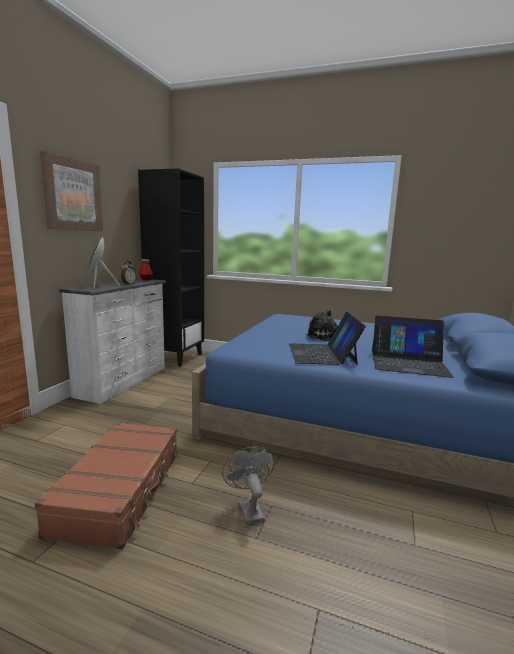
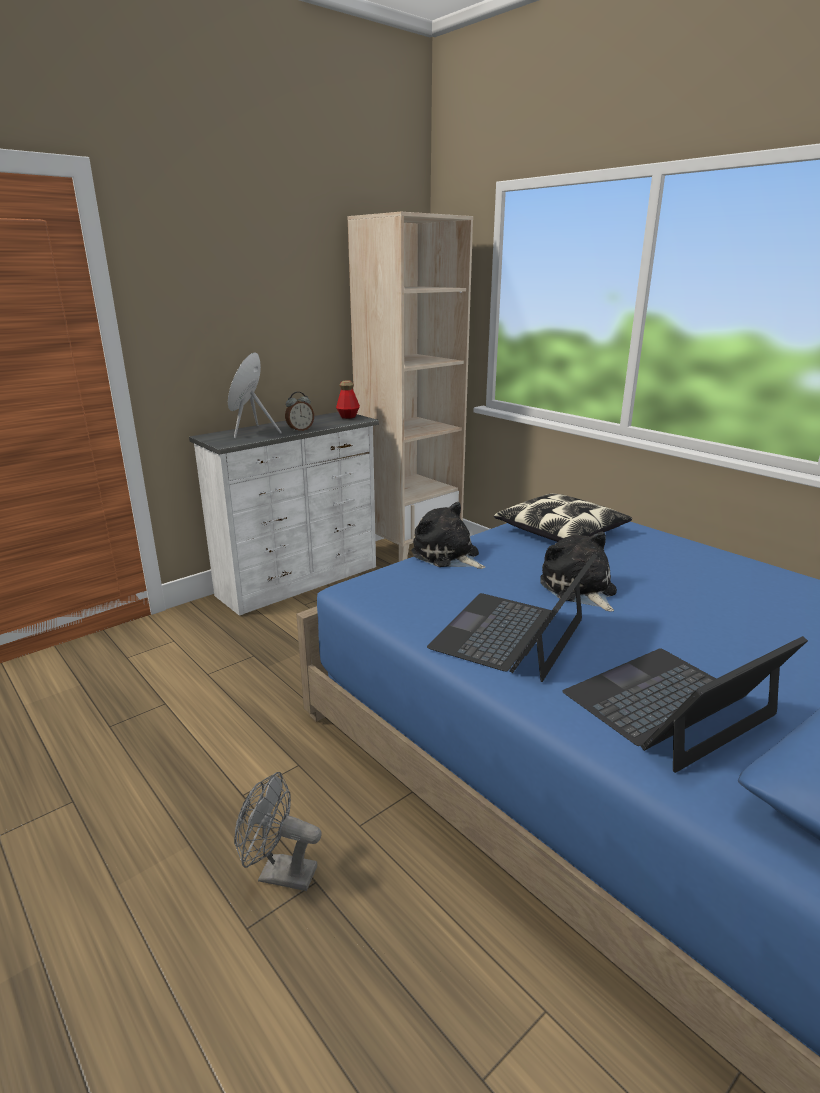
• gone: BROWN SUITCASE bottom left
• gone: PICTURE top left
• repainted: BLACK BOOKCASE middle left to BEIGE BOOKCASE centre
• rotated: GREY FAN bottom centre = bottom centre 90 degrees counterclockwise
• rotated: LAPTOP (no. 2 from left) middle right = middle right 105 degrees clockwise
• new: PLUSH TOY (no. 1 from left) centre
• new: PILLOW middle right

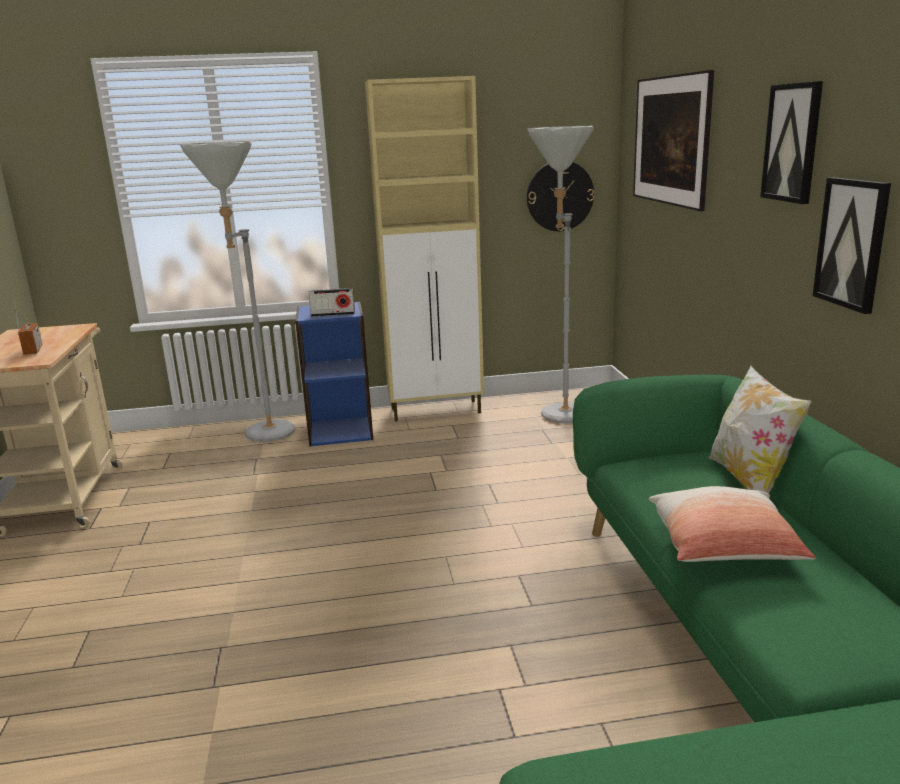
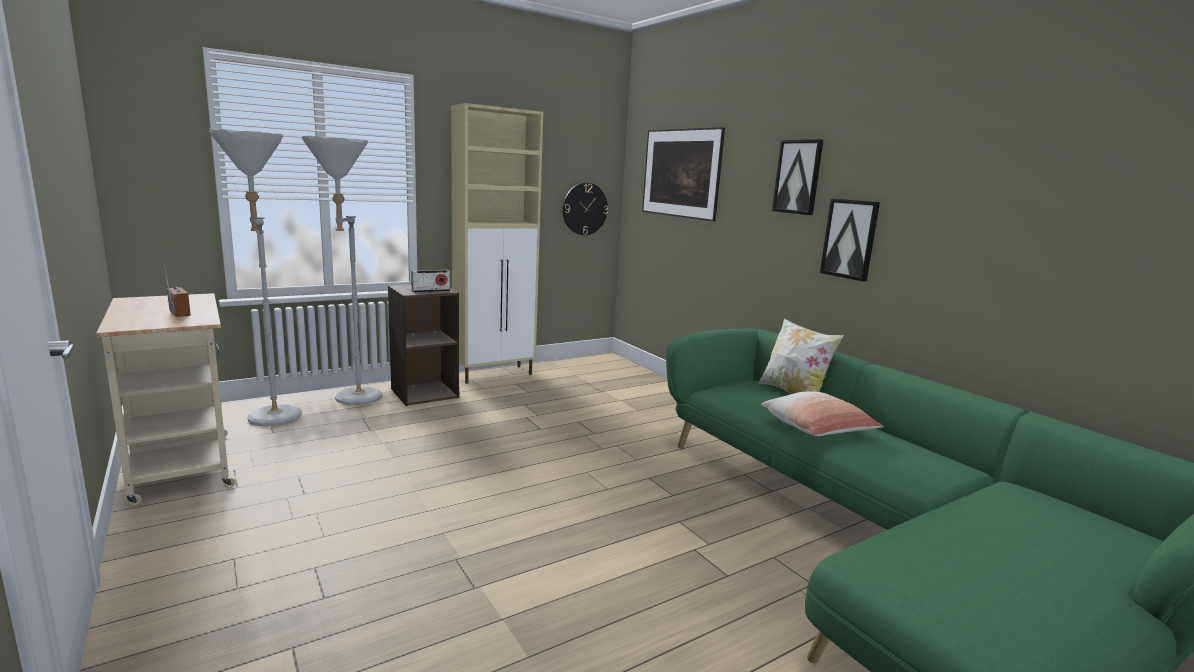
• repainted: BLUE BOOKCASE centre to BROWN BOOKCASE centre
• shifted: GREY FLOOR LAMP (no. 2 from left in the first image) centre to GREY FLOOR LAMP (no. 1 from left) middle left

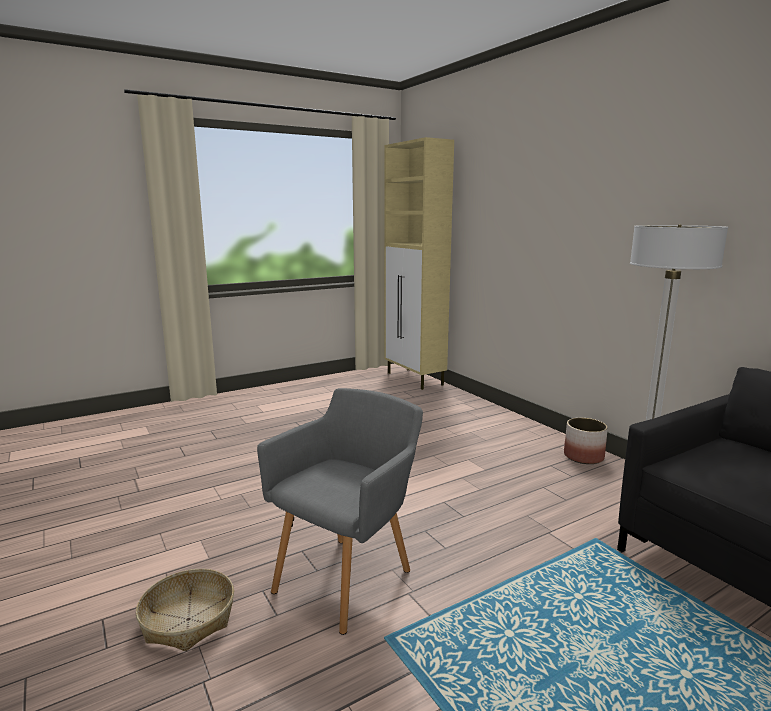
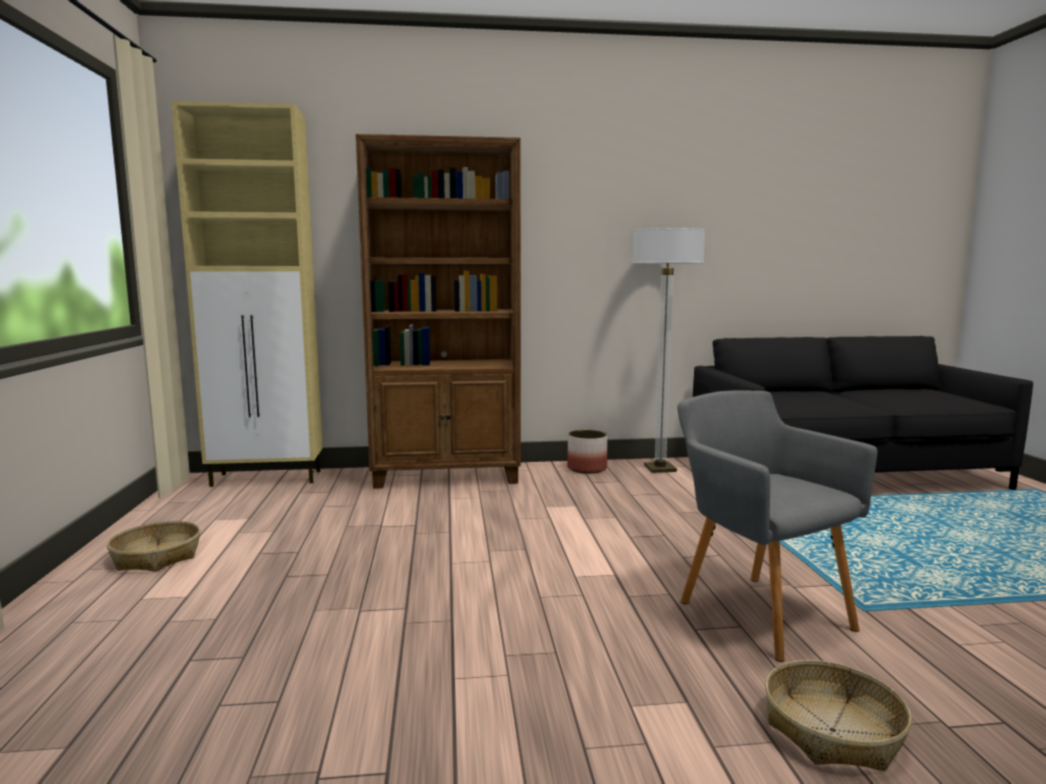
• new: BASKET (no. 1 from left) bottom left
• new: BROWN BOOKCASE centre

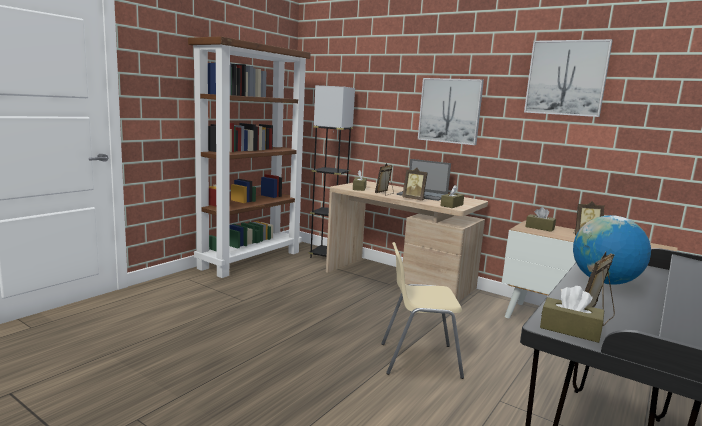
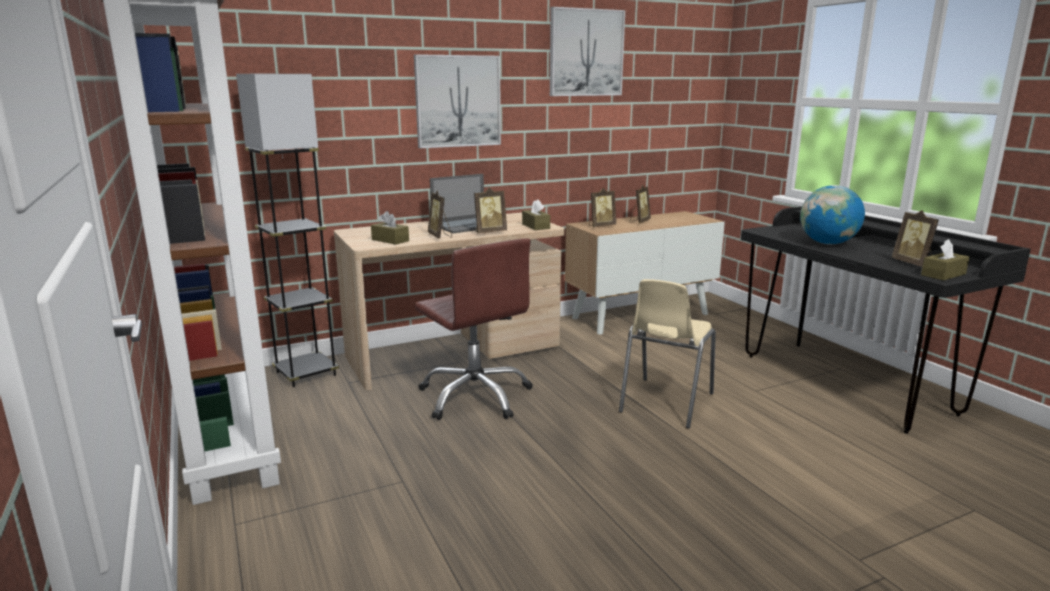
• swapped: BROWN TISSUE BOX (no. 3 from left) middle right to PICTURE FRAME (no. 3 from left) centre
• new: BROWN OFFICE CHAIR centre

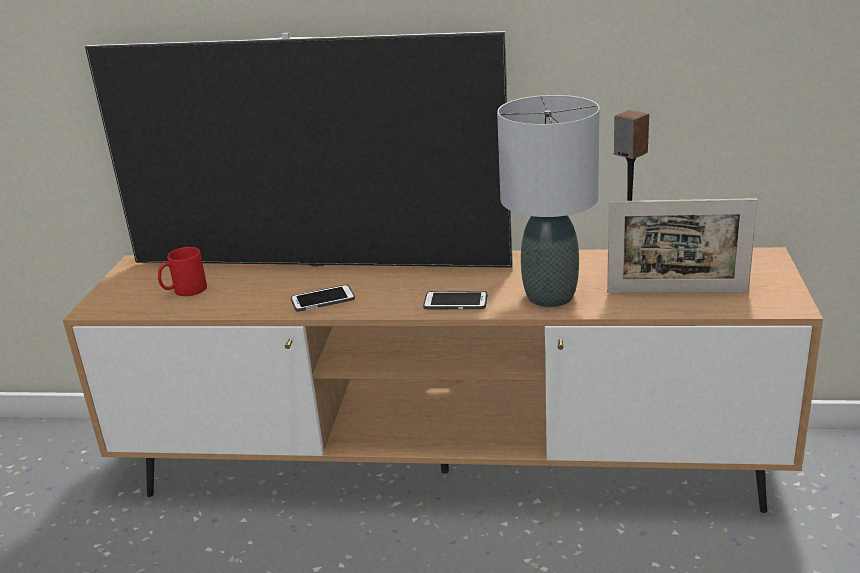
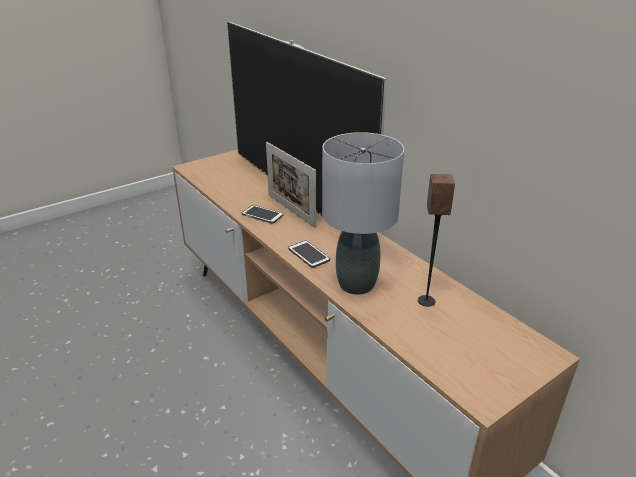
• gone: RED MUG middle left
• shifted: PICTURE FRAME middle right to centre

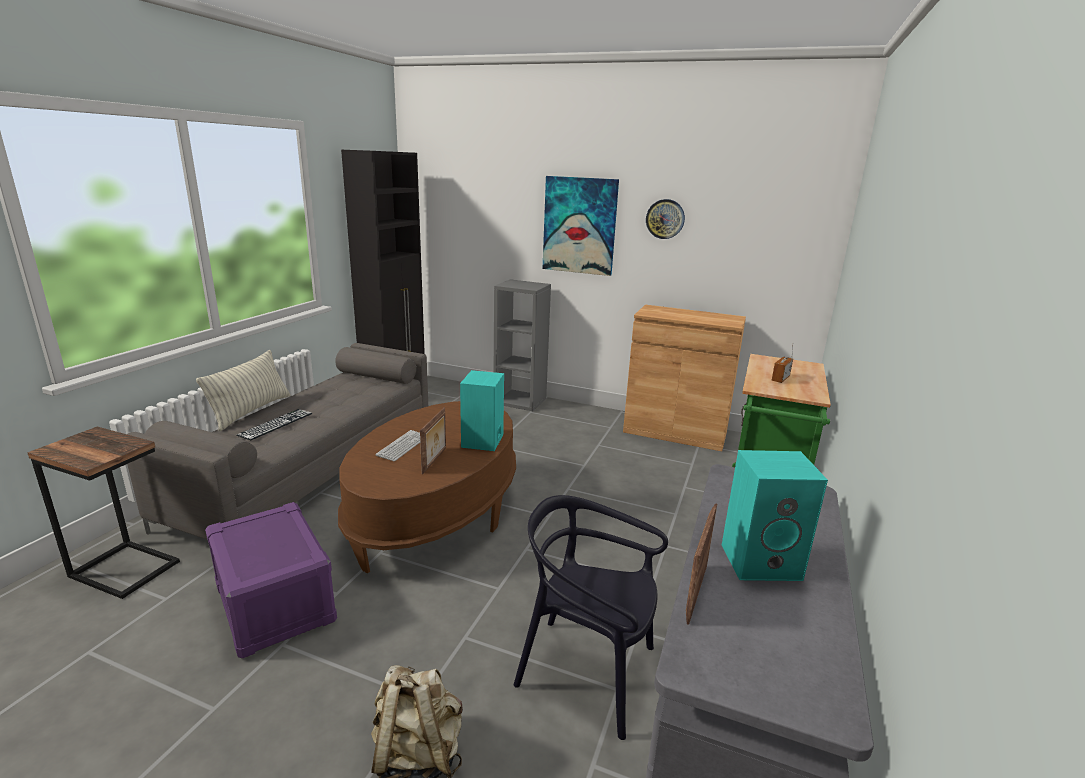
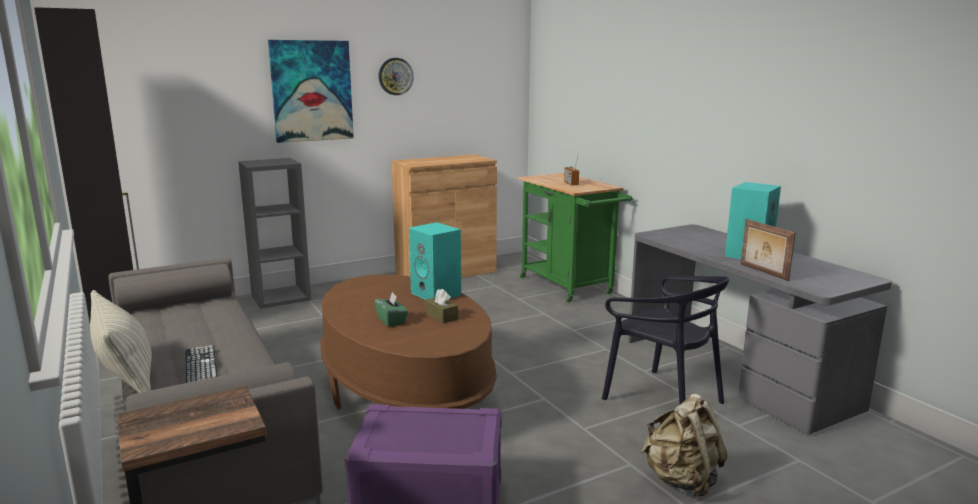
• swapped: KEYBOARD (no. 2 from left) centre to GREEN TISSUE BOX centre
• swapped: PICTURE FRAME (no. 1 from left) centre to BROWN TISSUE BOX centre
• rotated: BLACK CHAIR bottom centre = bottom right 105 degrees counterclockwise

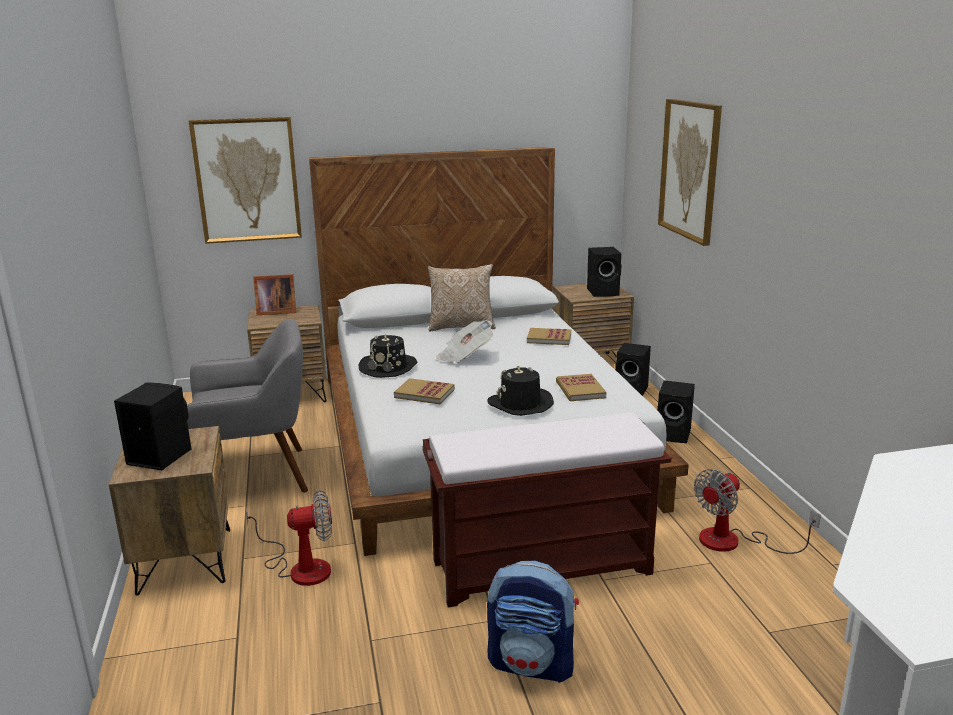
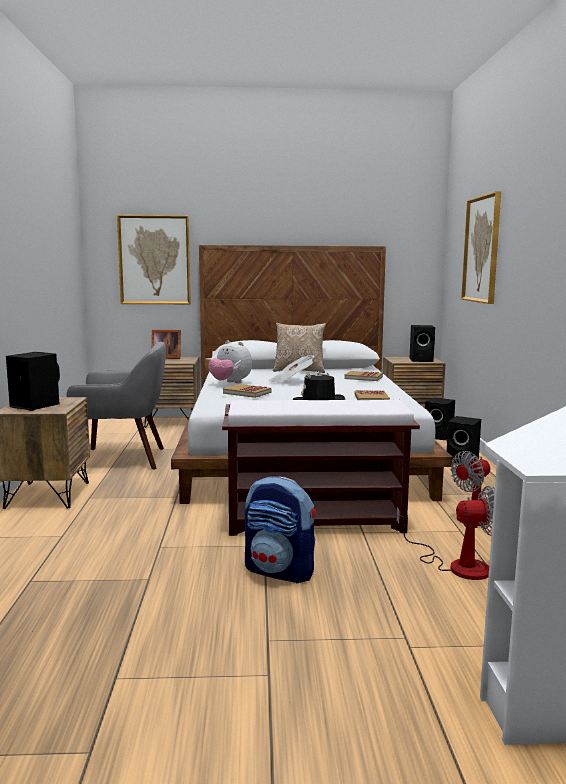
• shifted: FAN (no. 1 from left) bottom left to bottom right
• swapped: BLACK HAT (no. 1 from left) centre to PLUSH TOY centre

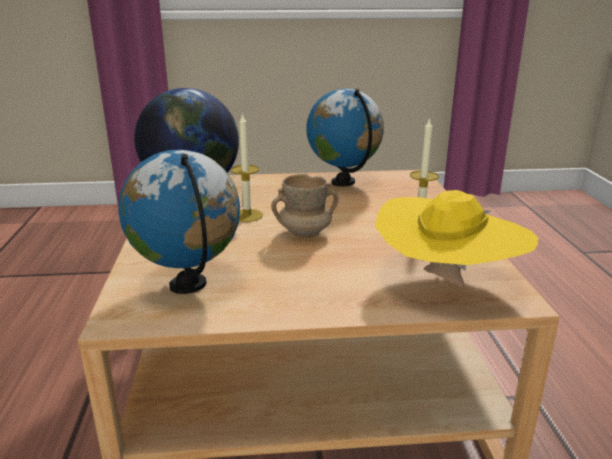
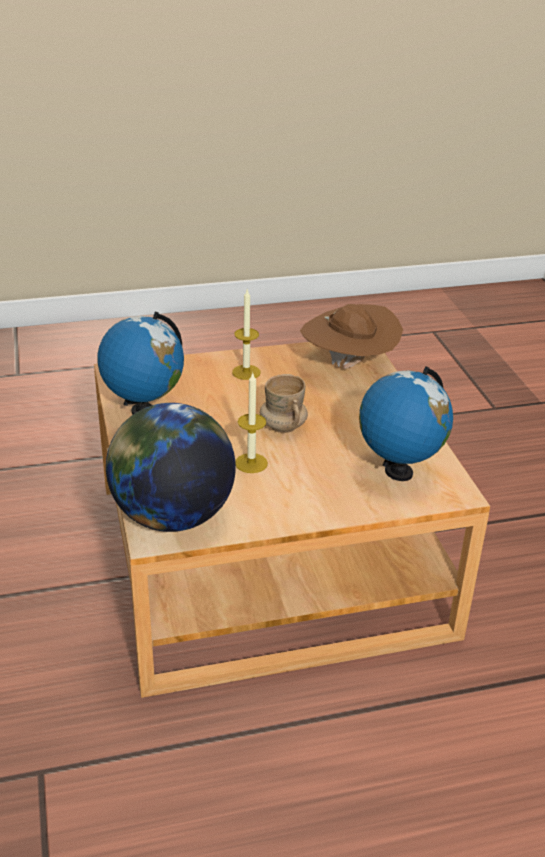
• repainted: YELLOW HAT middle right to BROWN HAT centre

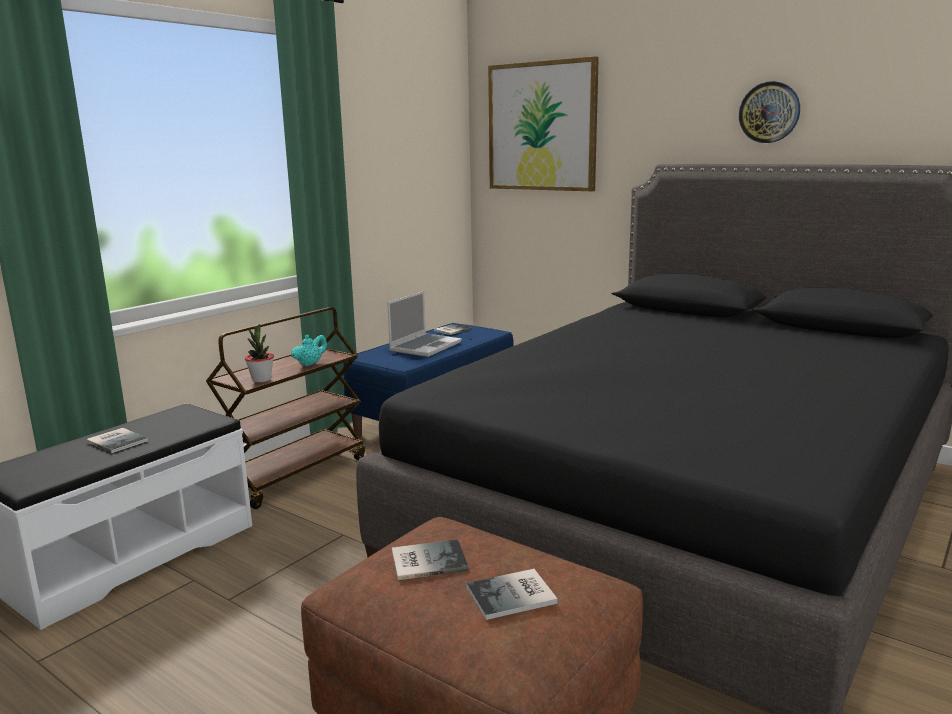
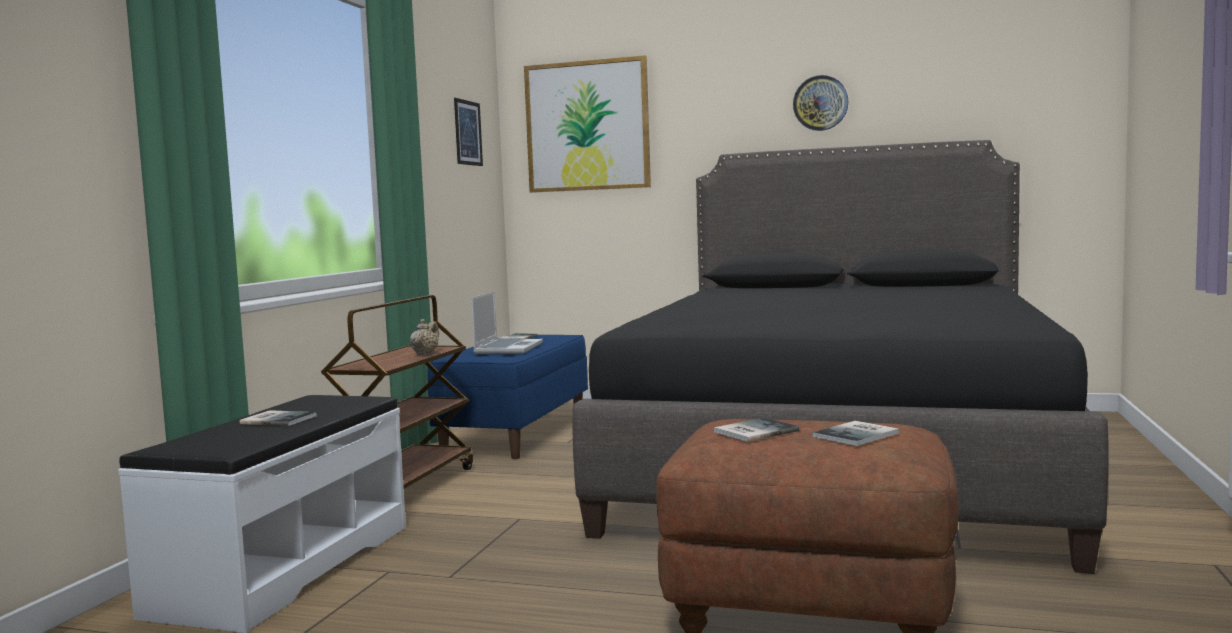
• gone: POTTED PLANT middle left
• repainted: TURQUOISE TEAPOT middle left to BEIGE TEAPOT centre
• new: PICTURE (no. 1 from left) top centre

